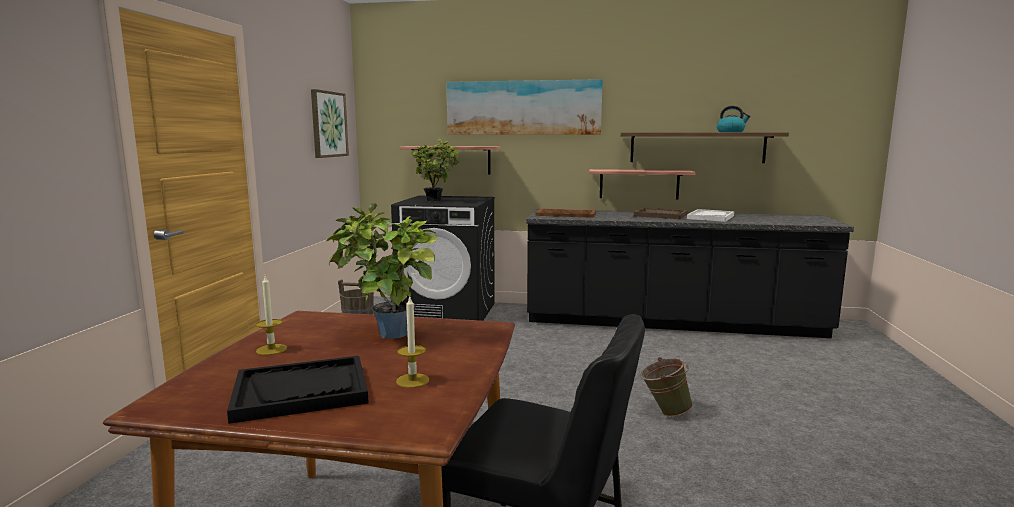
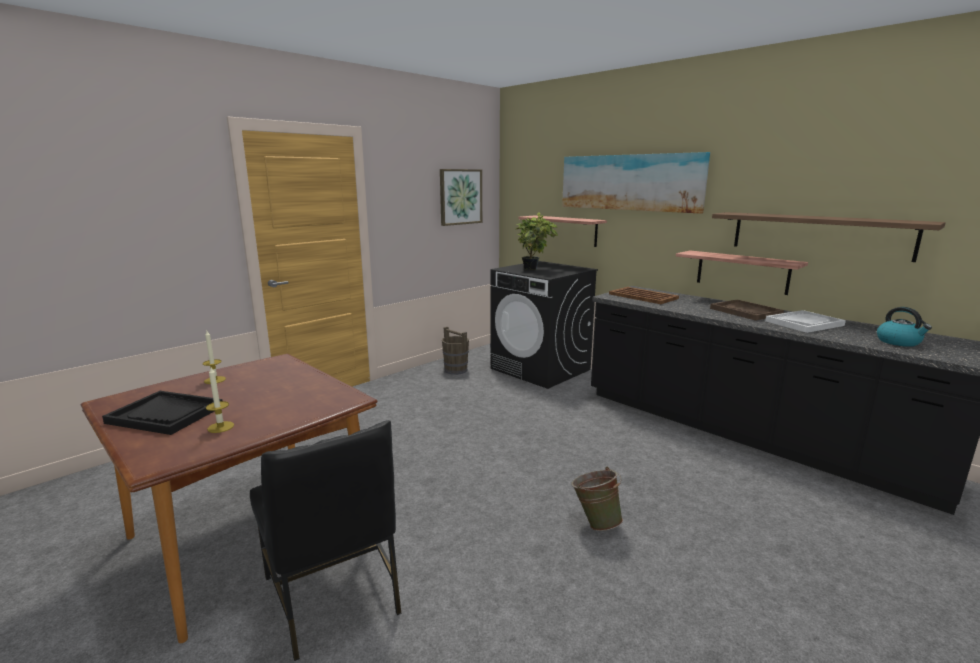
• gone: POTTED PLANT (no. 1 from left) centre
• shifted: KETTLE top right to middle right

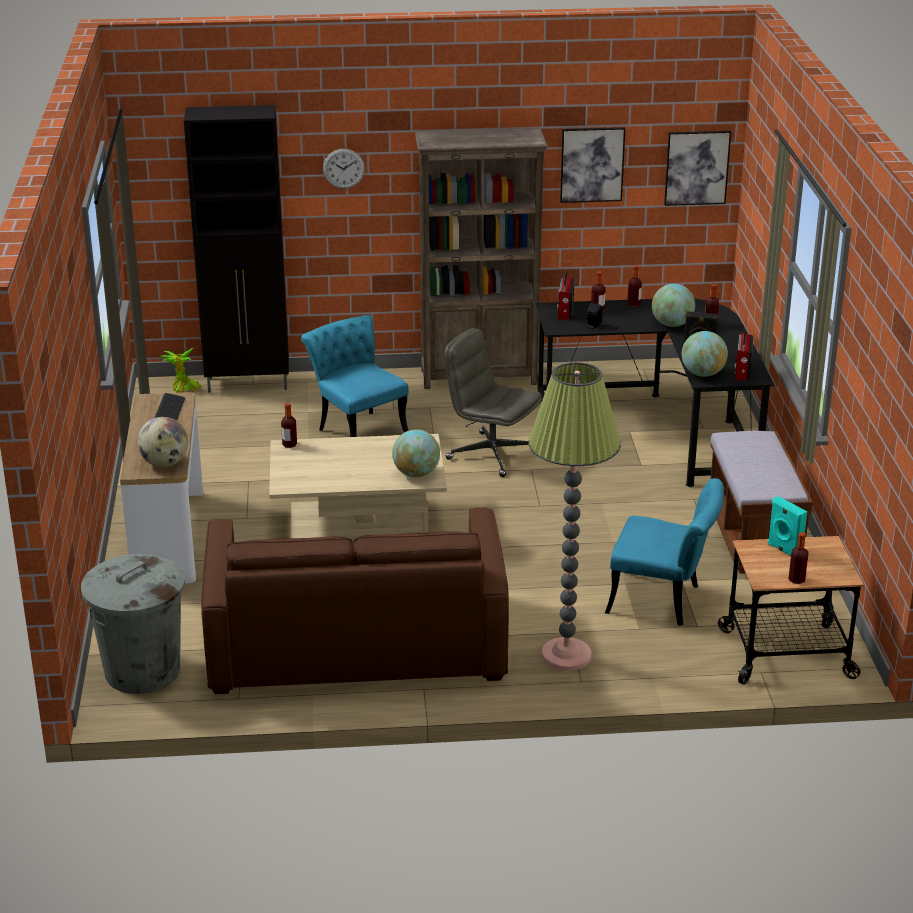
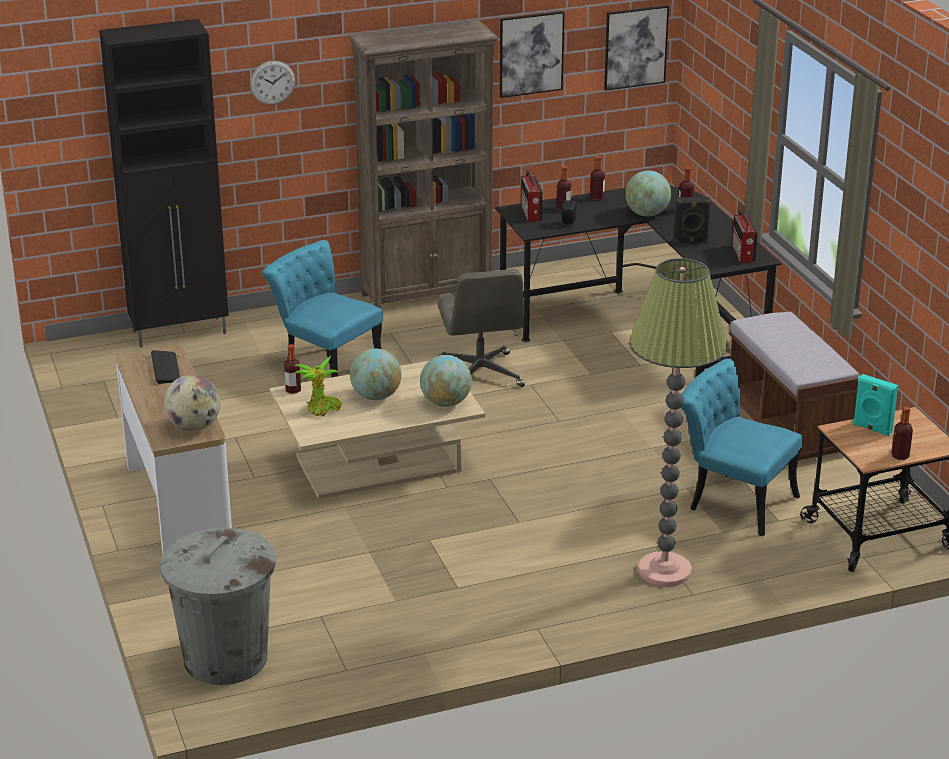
• shifted: POTTED PLANT middle left to centre
• gone: BROWN SOFA centre
• rotated: GREY OFFICE CHAIR centre = centre 120 degrees counterclockwise
• rotated: TURQUOISE CHAIR (no. 2 from left) middle right = middle right 150 degrees counterclockwise
• shifted: GLOBE (no. 4 from left in the first image) middle right to GLOBE (no. 2 from left) centre

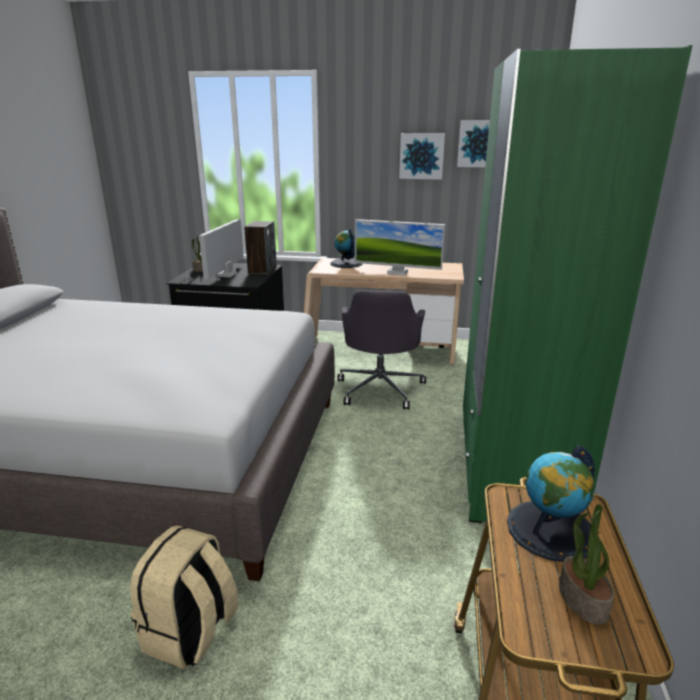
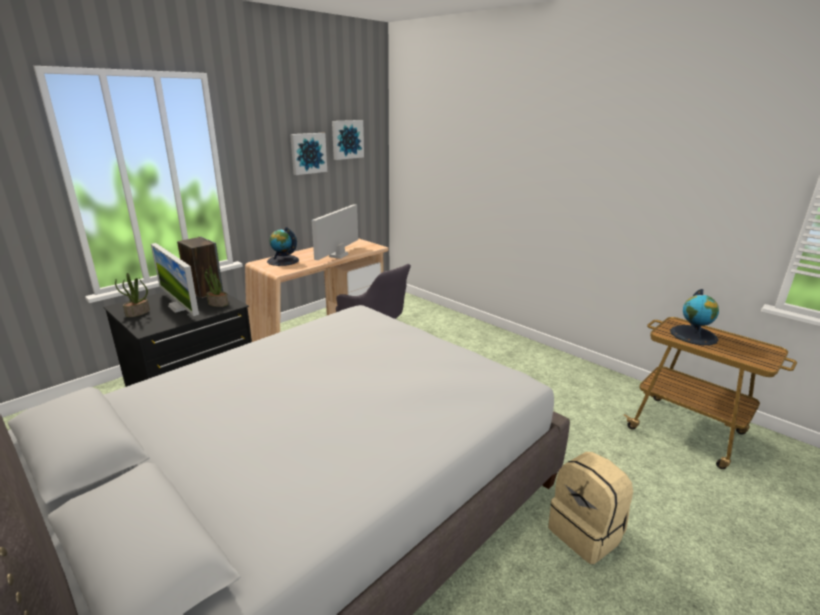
• rotated: MONITOR (no. 2 from left) centre = centre 150 degrees clockwise
• gone: GREEN WARDROBE middle right
• shifted: POTTED PLANT (no. 2 from left) bottom right to middle left

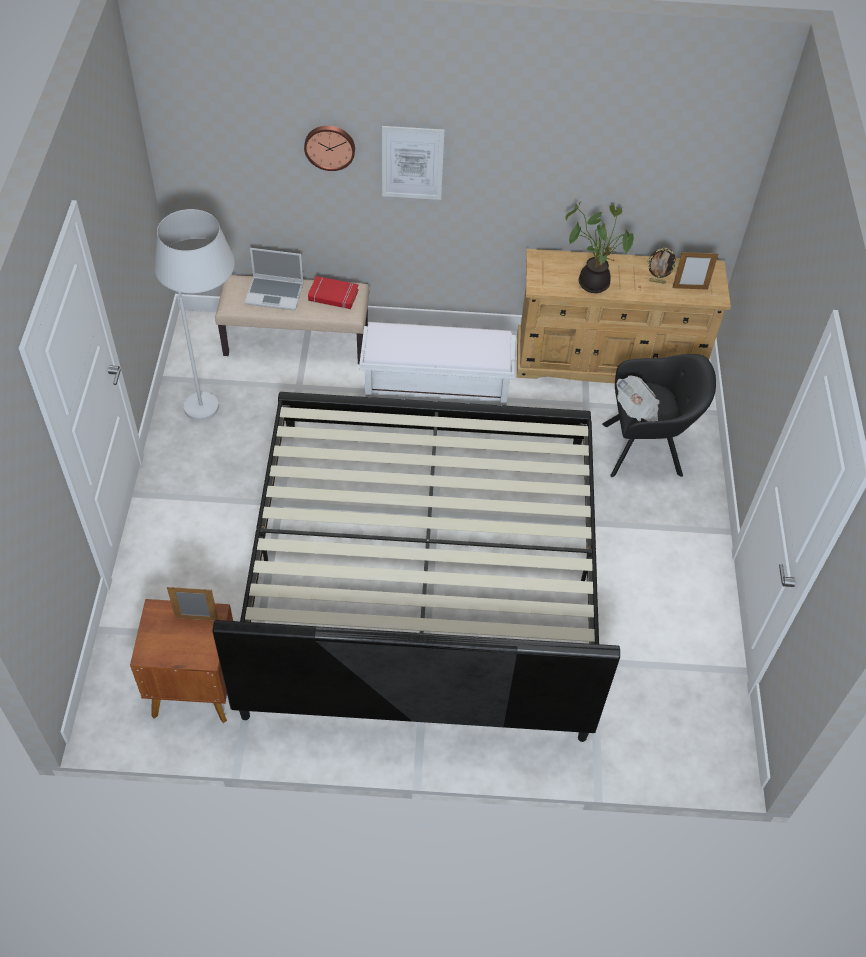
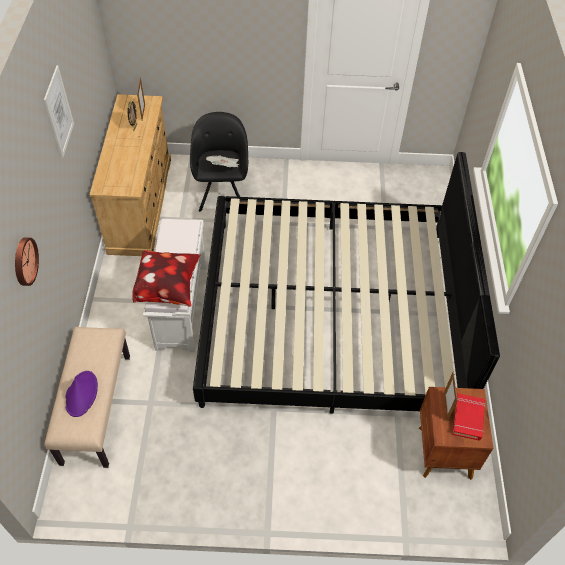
• gone: WHITE FLOOR LAMP top left
• swapped: LAPTOP top left to PURPLE HAT bottom left
• shifted: RED BOOK top centre to bottom right
• shifted: PICTURE top centre to top left
• gone: POTTED PLANT top right
• new: PILLOW middle left

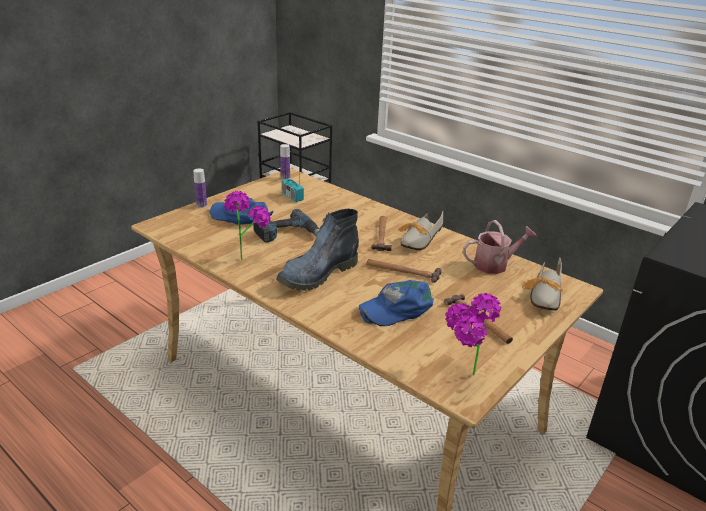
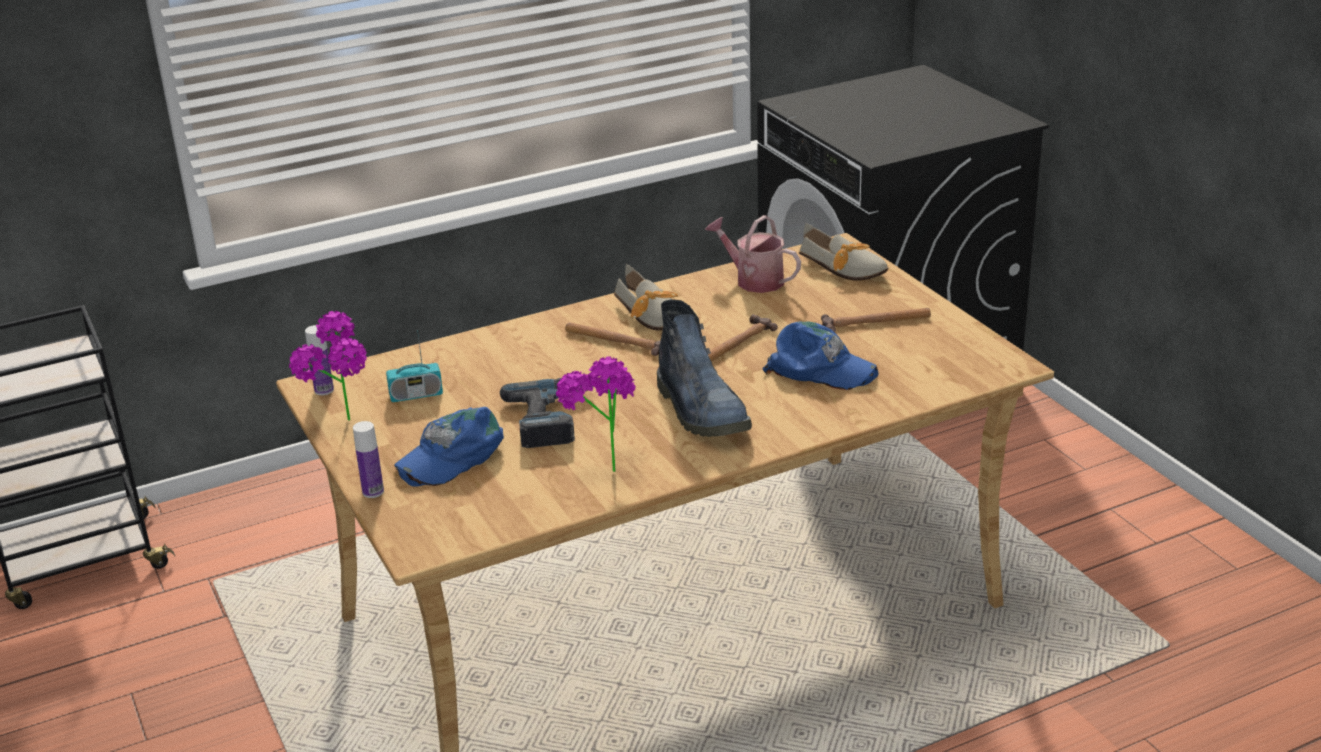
• rotated: BLUE CAP (no. 2 from left) centre = centre 60 degrees counterclockwise
• shifted: POTTED PLANT (no. 2 from left in the first image) middle right to POTTED PLANT (no. 1 from left) middle left
• rotated: WATERING CAN middle right = centre 60 degrees counterclockwise

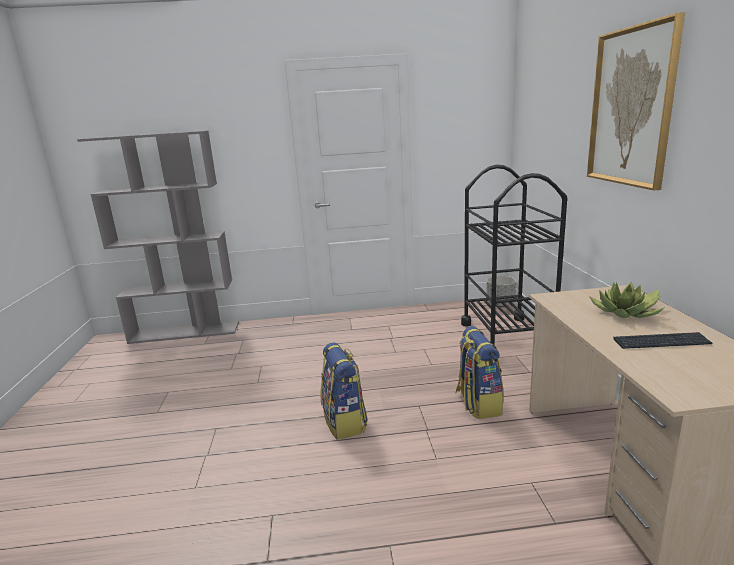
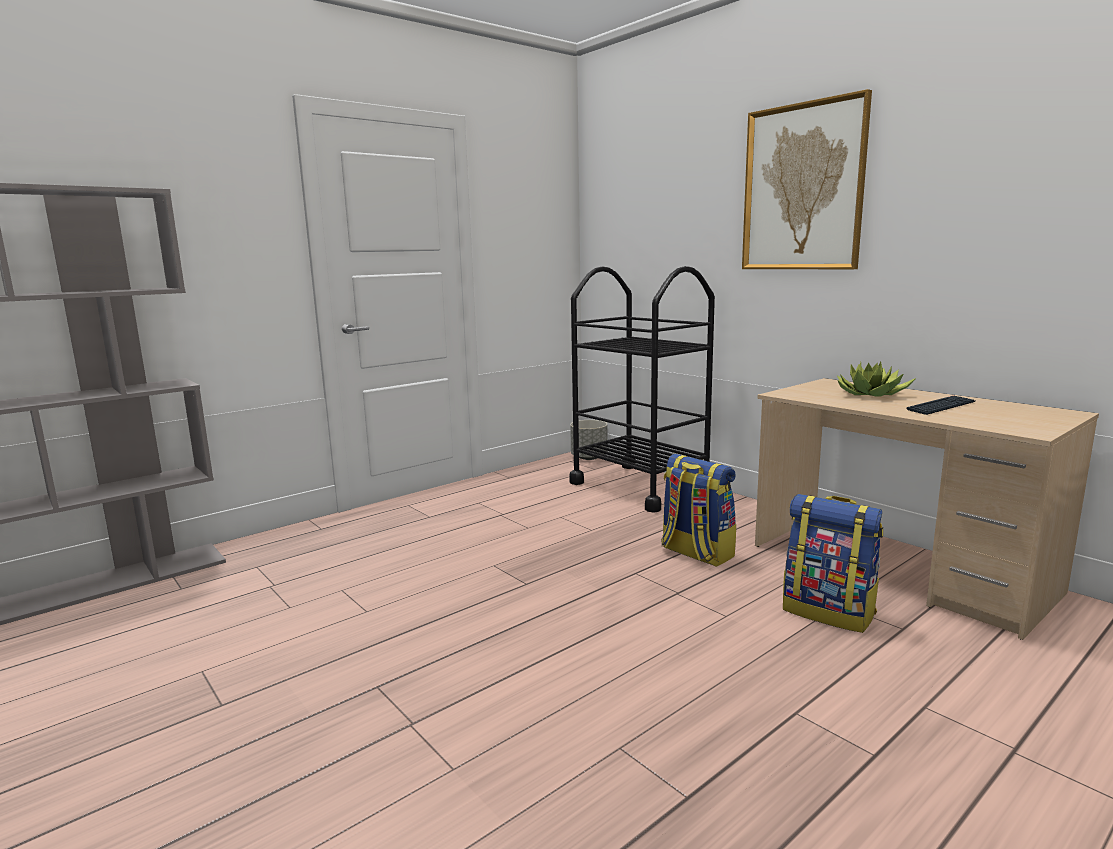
• shifted: BACKPACK (no. 1 from left in the first image) bottom centre to BACKPACK (no. 2 from left) middle right

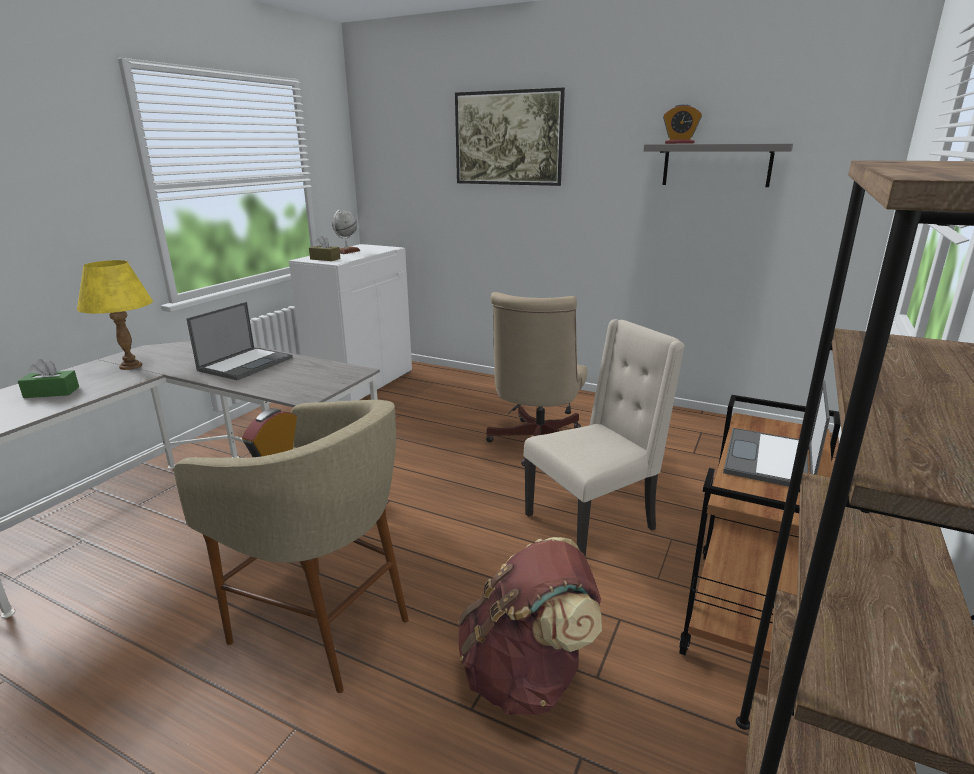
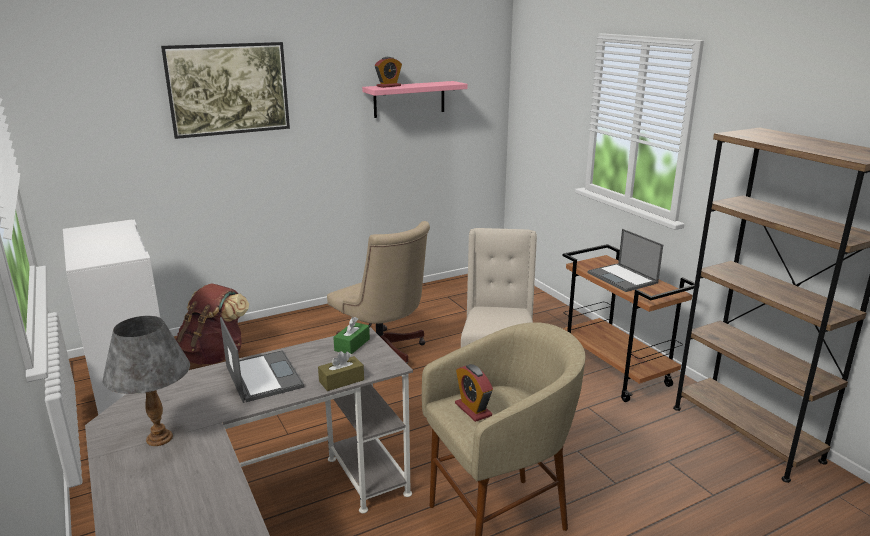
• shifted: GREEN TISSUE BOX middle left to centre
• repainted: YELLOW TABLE LAMP middle left to GREY TABLE LAMP bottom left
• shifted: BROWN TISSUE BOX top left to bottom centre
• gone: GLOBE top centre
• shifted: BROWN BACKPACK bottom centre to middle left
• repainted: GREY SHELF top right to PINK SHELF top centre

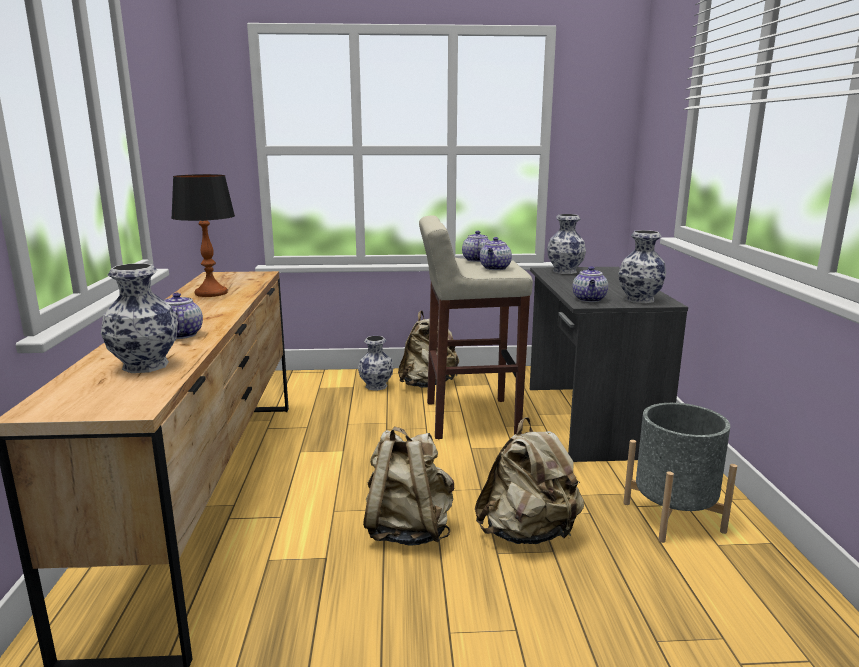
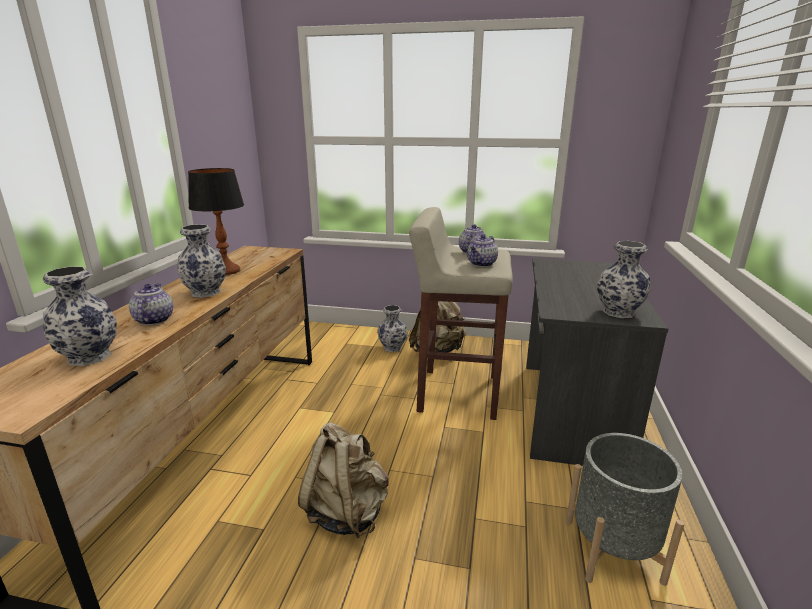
• gone: BEIGE BACKPACK (no. 3 from left) bottom centre
• shifted: VASE (no. 3 from left in the first image) centre to VASE (no. 2 from left) middle left
• gone: TEAPOT (no. 4 from left) middle right

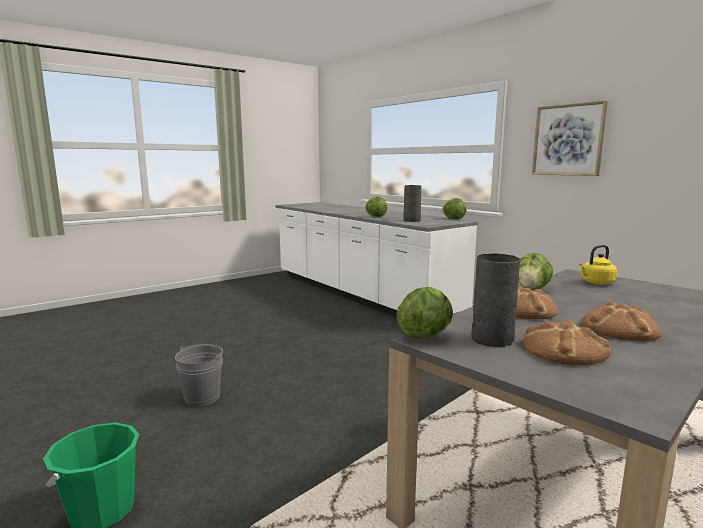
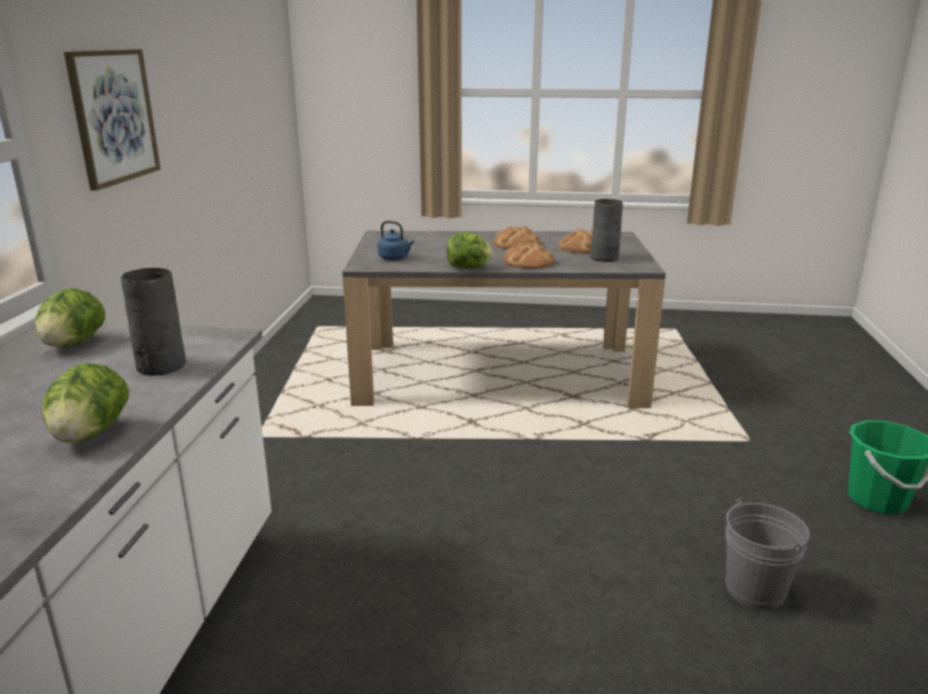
• gone: LETTUCE (no. 2 from left) centre
• repainted: YELLOW KETTLE middle right to BLUE KETTLE centre

